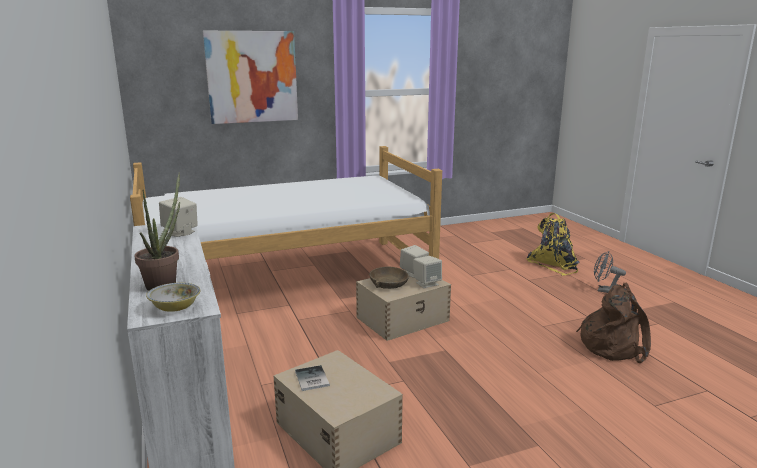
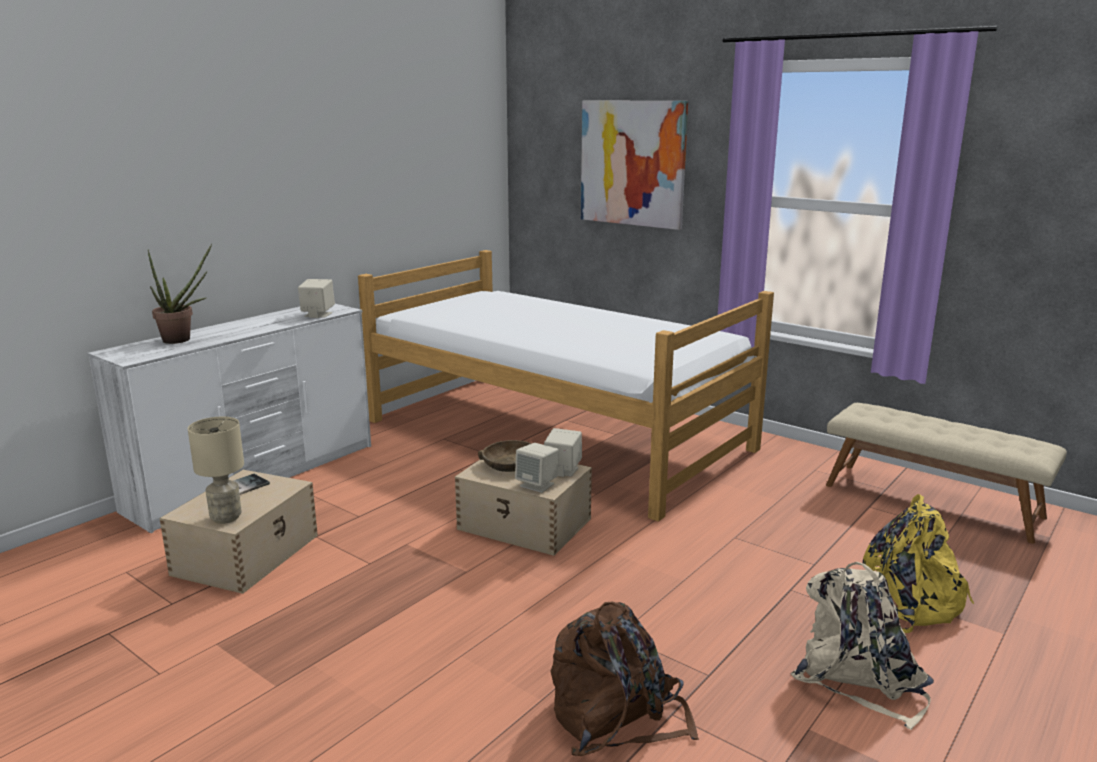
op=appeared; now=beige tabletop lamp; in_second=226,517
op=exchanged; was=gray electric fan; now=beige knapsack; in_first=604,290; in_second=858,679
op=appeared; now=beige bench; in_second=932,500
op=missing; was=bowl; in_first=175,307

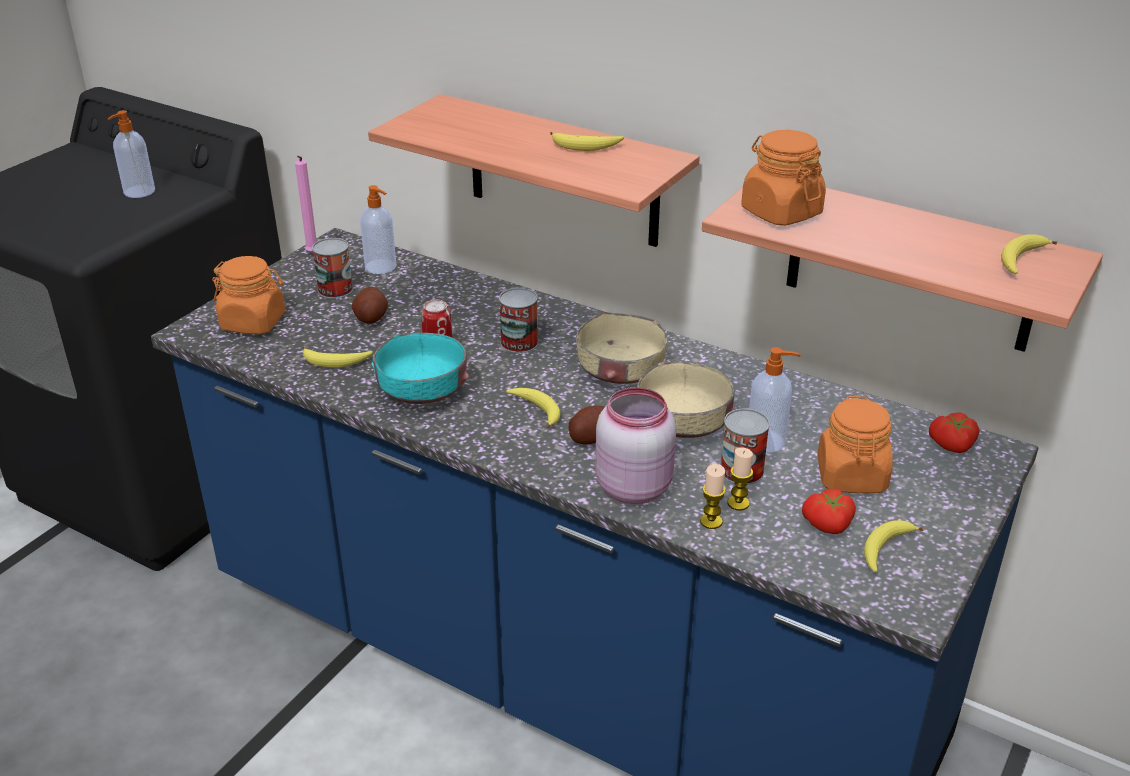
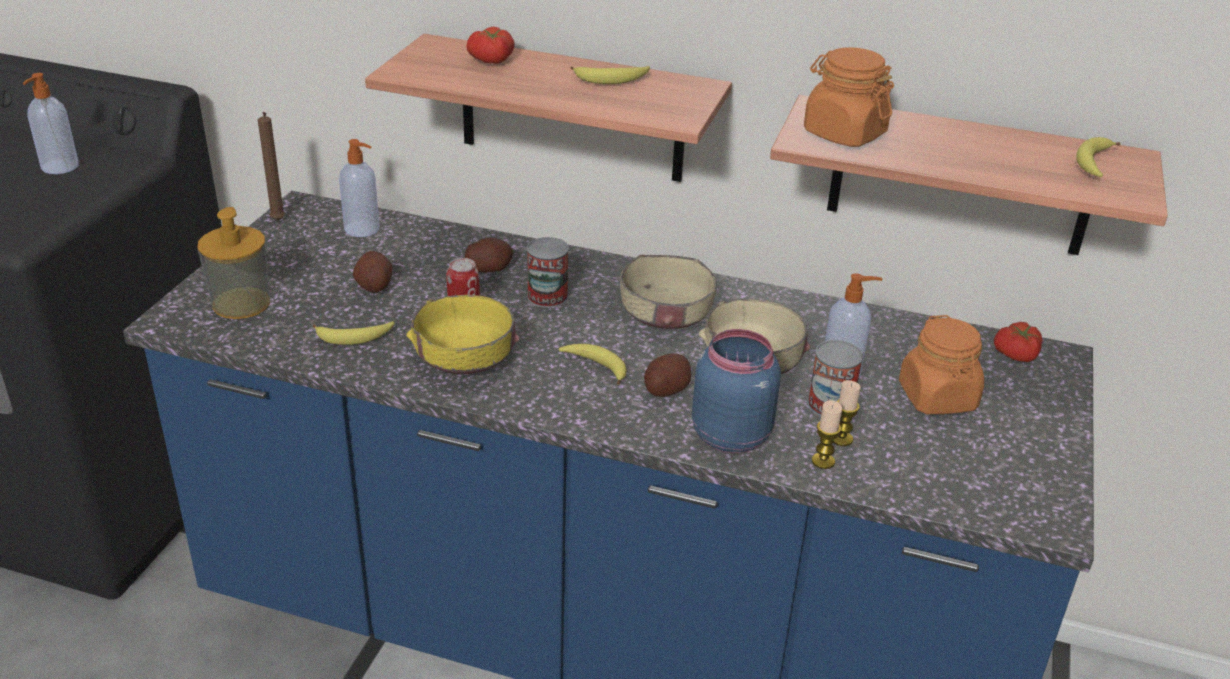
op=exchanged; was=orange-coloured preserve jar; now=soap bottle; in_first=253,322; in_second=241,303
op=colour; was=pink-coloured wax light; now=brownish wax light; in_first=312,254; in_second=278,221
op=colour; was=turquoise-coloured bowl; now=yellow-coloured bowl; in_first=423,391; in_second=465,359
op=appeared; now=spud; in_second=489,269
op=relocated; was=tomato; in_first=828,525; in_second=492,61
op=colour; was=pink-coloured preserve jar; now=bluish preserve jar; in_first=633,486; in_second=730,434
op=missing; was=sealed can; in_first=335,289
op=missing; was=whole banana; in_first=885,550

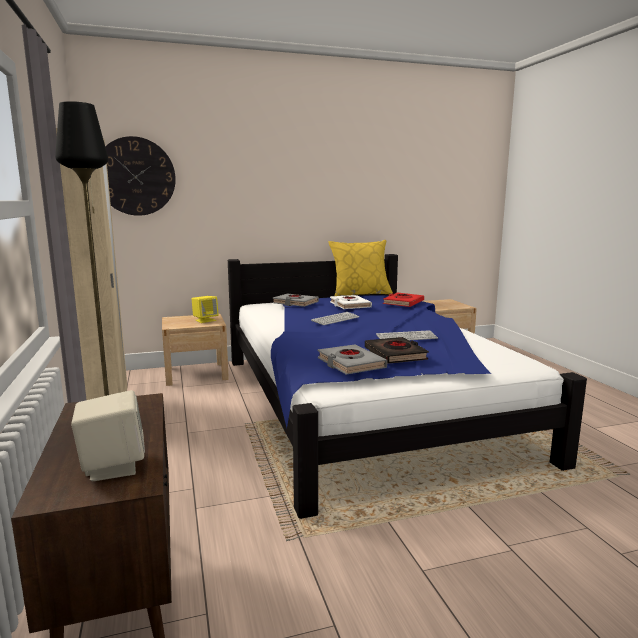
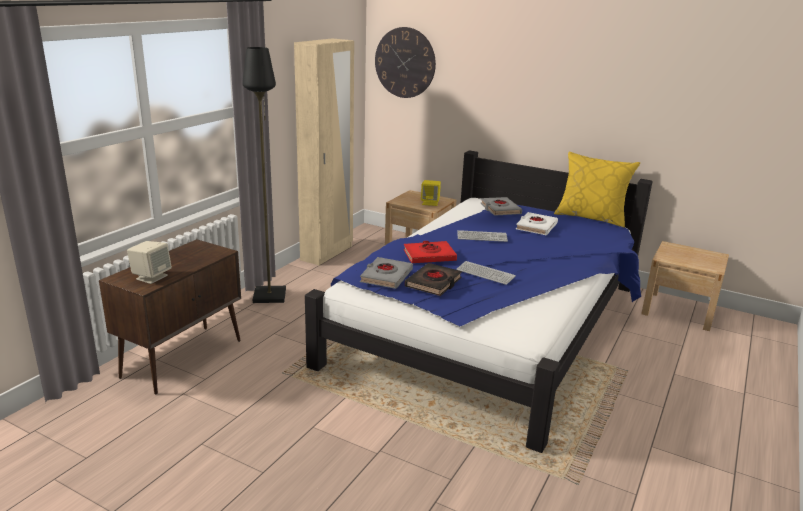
op=relocated; was=red-coloured bound book; in_first=403,303; in_second=429,256

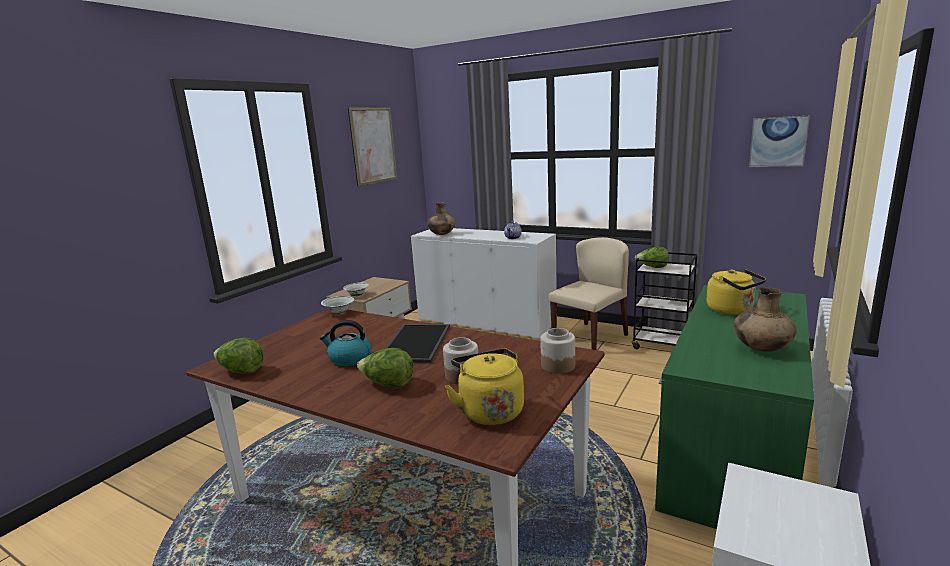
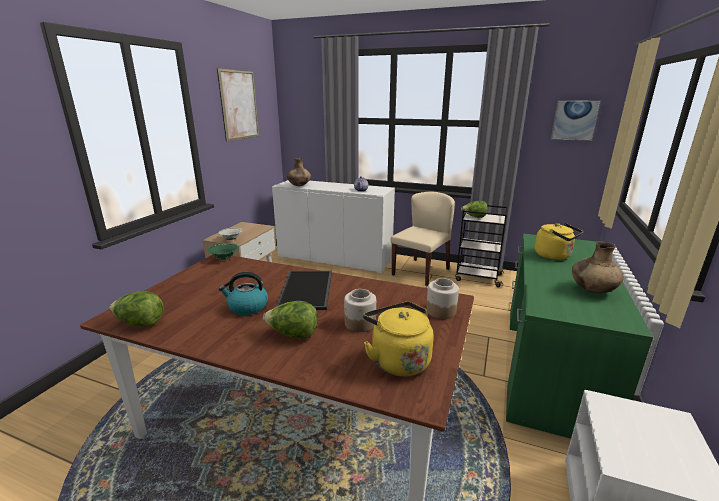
op=colour; was=whitish bowl; now=green bowl; in_first=339,312; in_second=224,259

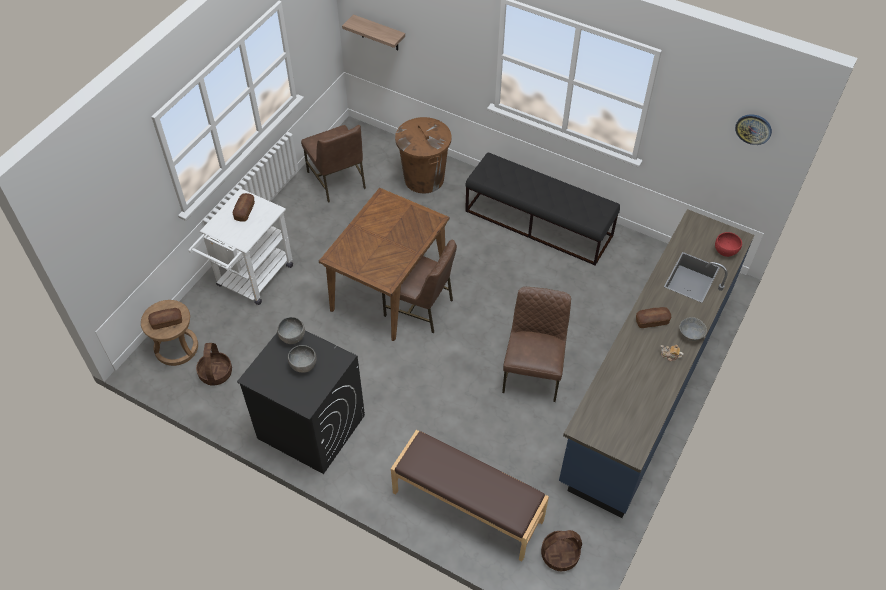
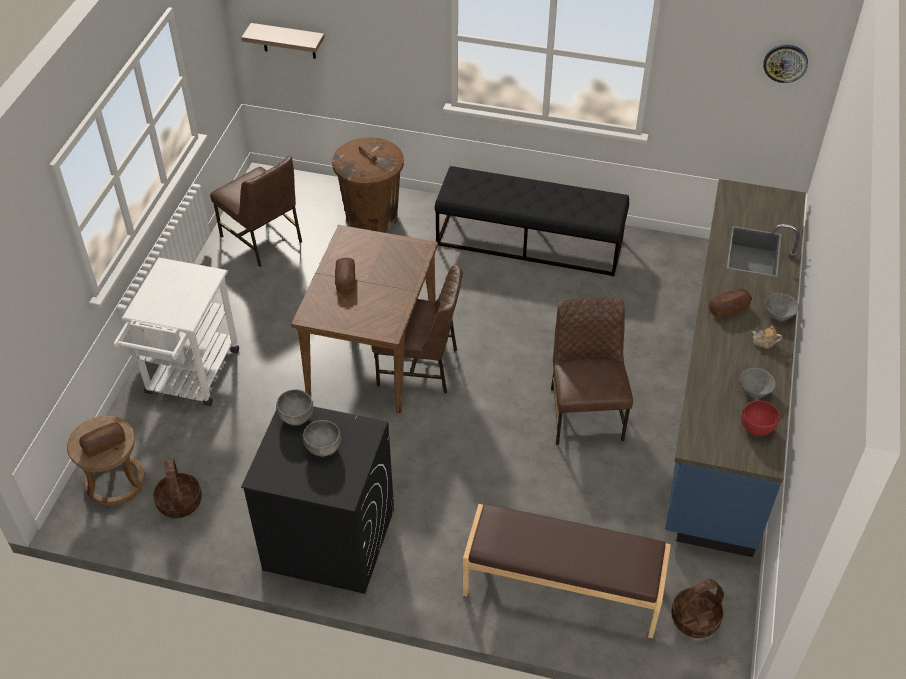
op=relocated; was=bakery bread; in_first=244,211; in_second=345,281
op=appeared; now=gray bowl; in_second=754,391
op=relocated; was=red-coloured bowl; in_first=725,251; in_second=757,428

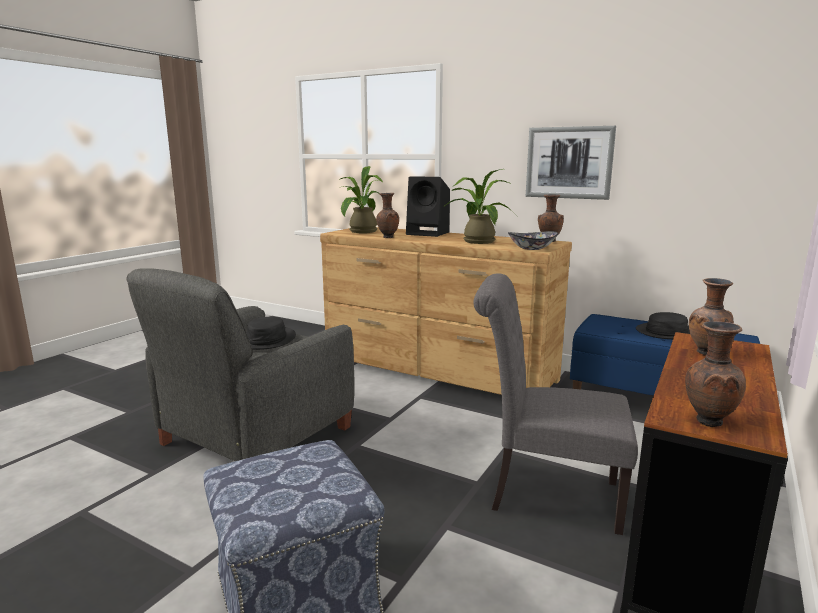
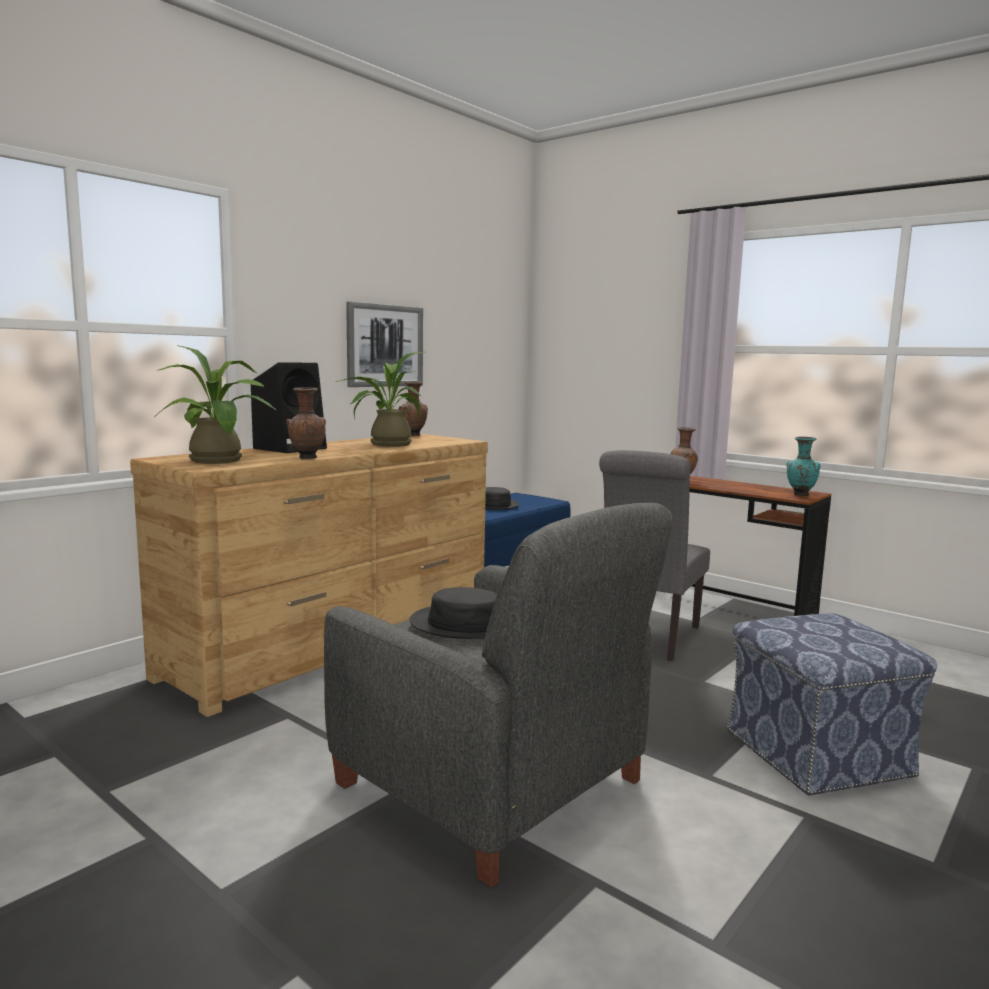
op=colour; was=brownish decorative vase; now=turquoise-coloured decorative vase; in_first=707,421; in_second=800,495
op=missing; was=bowl; in_first=531,248

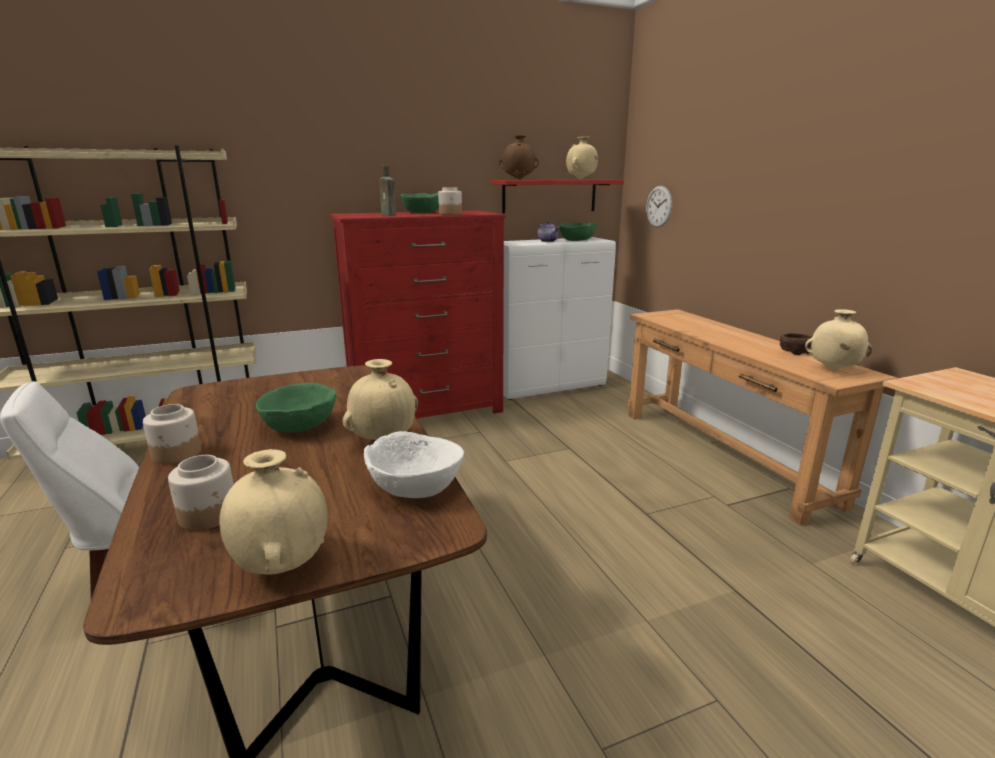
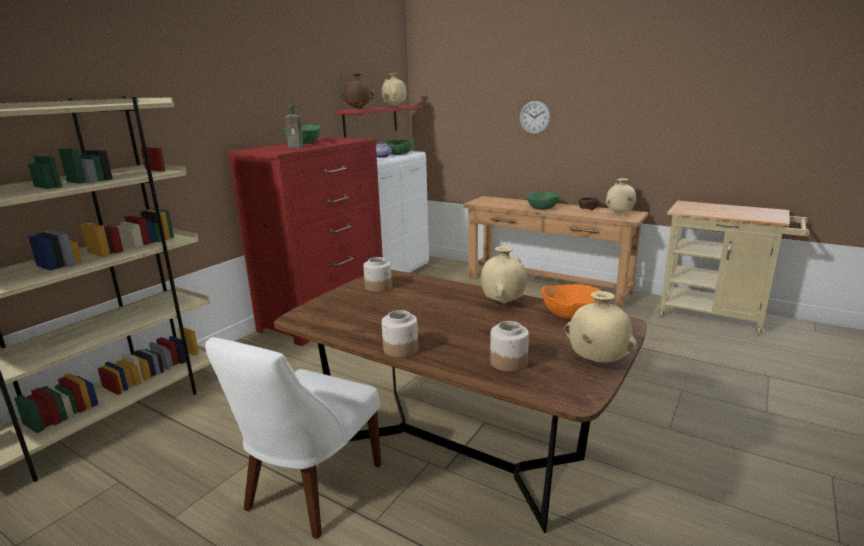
op=relocated; was=preserve jar; in_first=450,214; in_second=378,287
op=relocated; was=hanging clock; in_first=659,206; in_second=534,117
op=relocated; was=green bowl; in_first=299,425; in_second=542,208
op=colour; was=whitish bowl; now=orange-coloured bowl; in_first=415,486; in_second=570,314

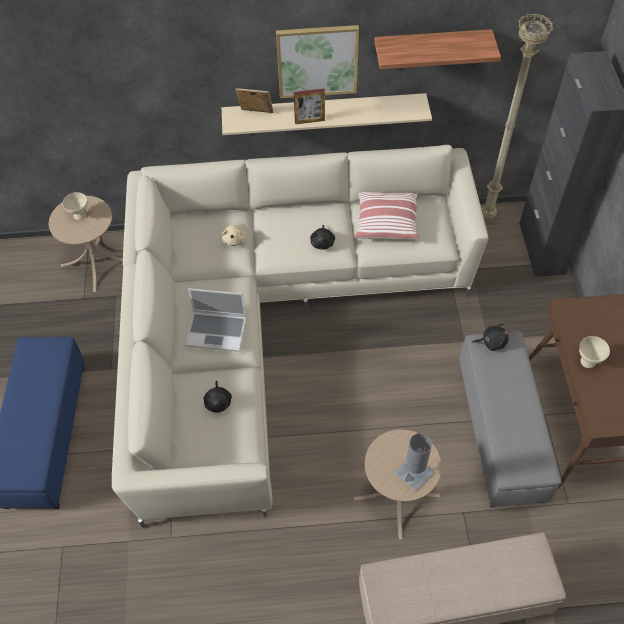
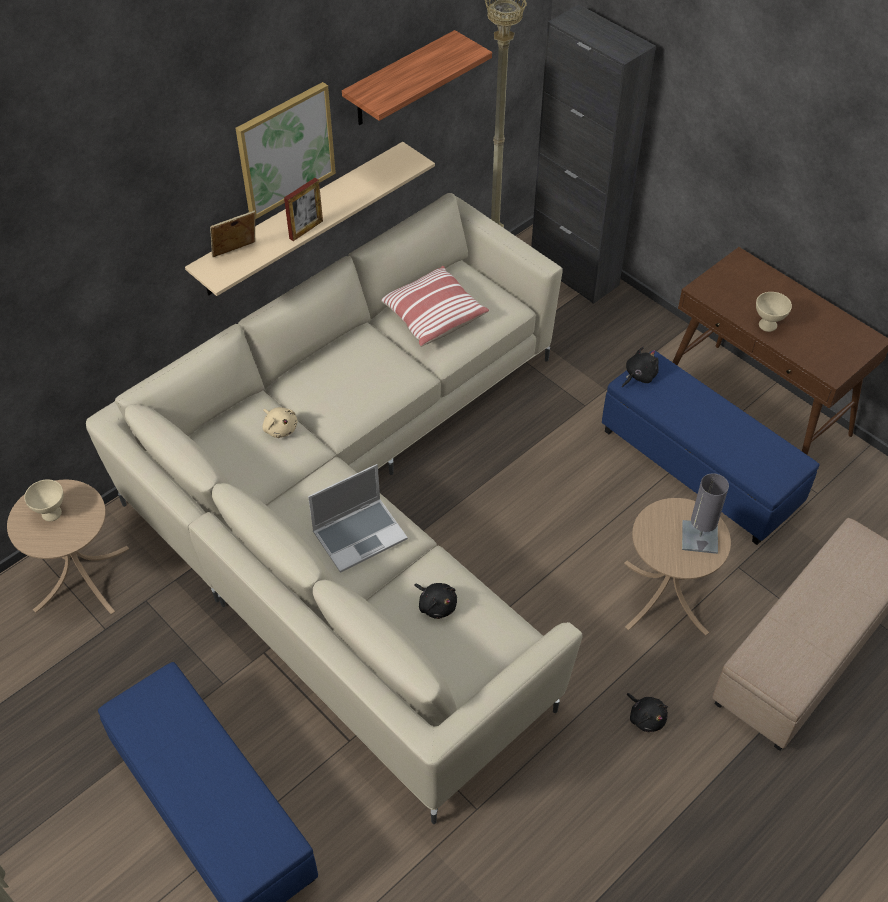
op=colour; was=gray ottoman; now=bluish ottoman; in_first=499,430; in_second=698,468
op=relocated; was=black cuddly toy; in_first=322,242; in_second=646,717

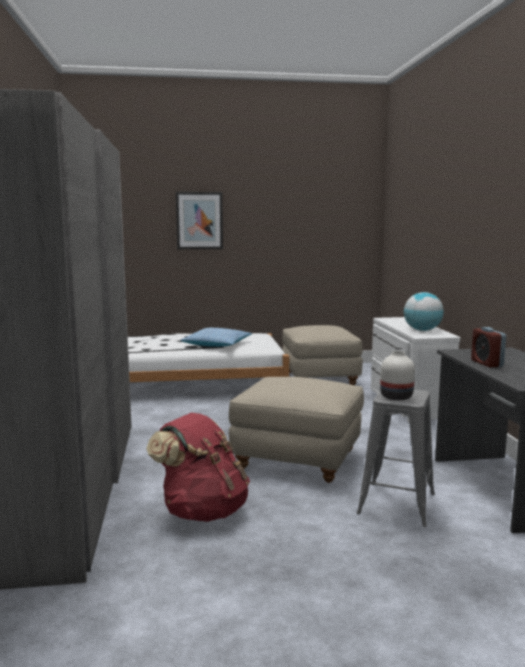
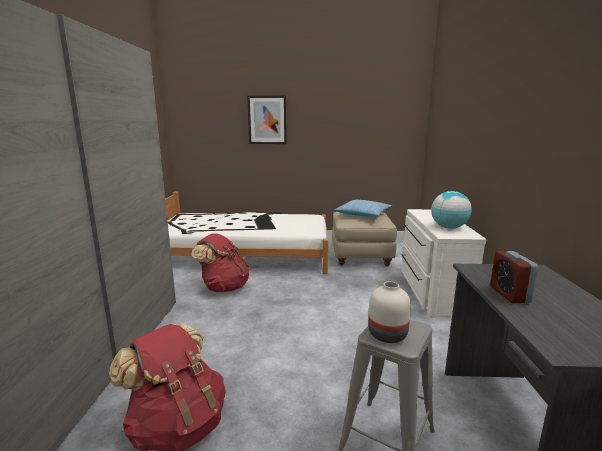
op=appeared; now=red-coloured knapsack; in_second=223,287
op=relocated; was=pillow; in_first=217,345; in_second=363,214
op=missing; was=beige ottoman; in_first=298,459

